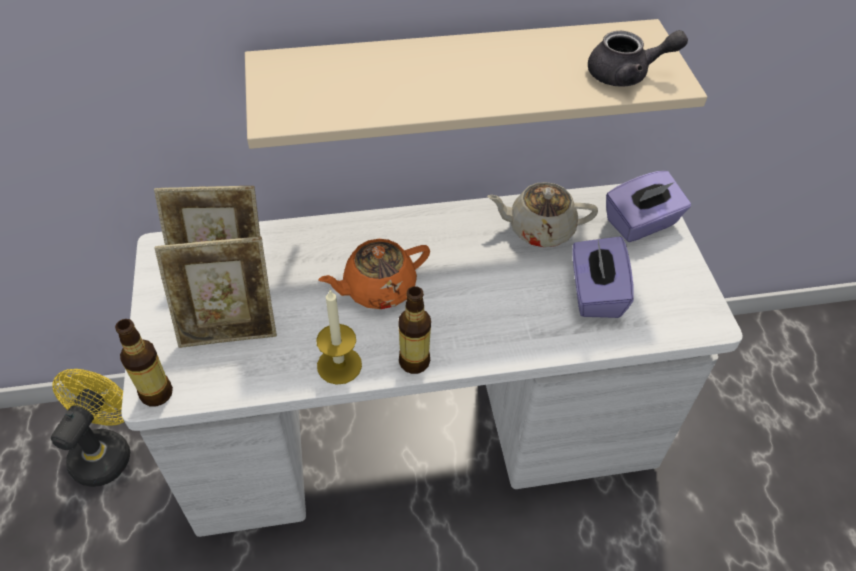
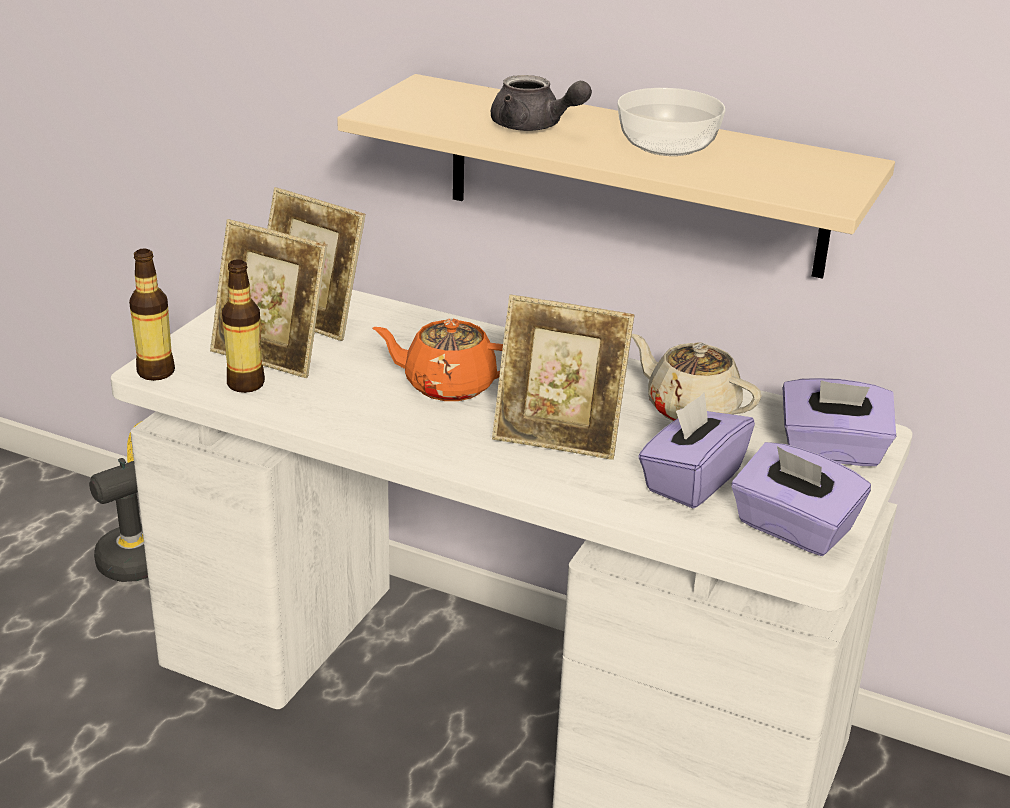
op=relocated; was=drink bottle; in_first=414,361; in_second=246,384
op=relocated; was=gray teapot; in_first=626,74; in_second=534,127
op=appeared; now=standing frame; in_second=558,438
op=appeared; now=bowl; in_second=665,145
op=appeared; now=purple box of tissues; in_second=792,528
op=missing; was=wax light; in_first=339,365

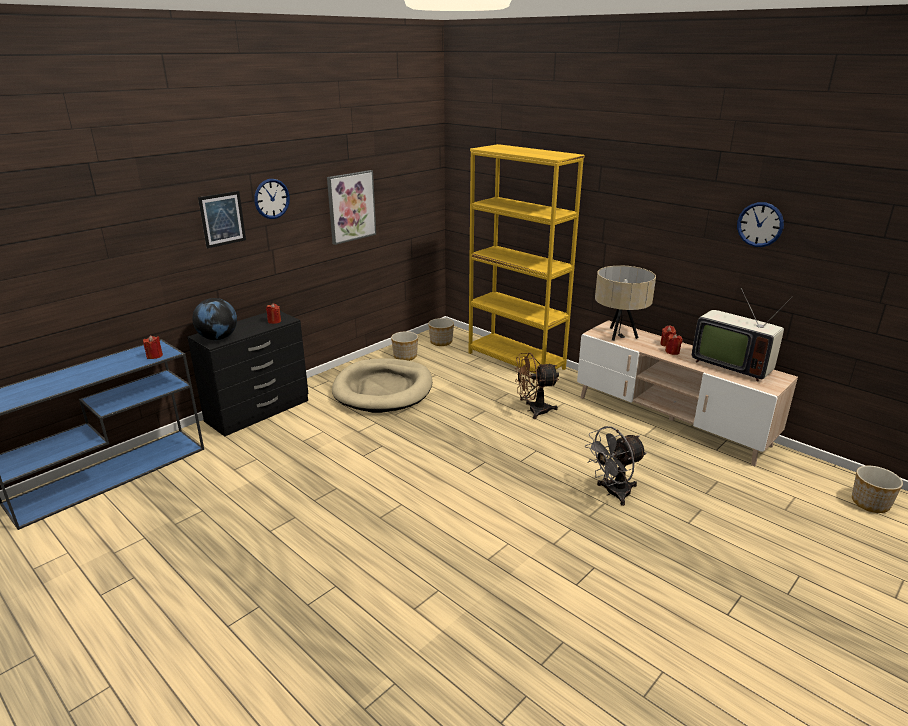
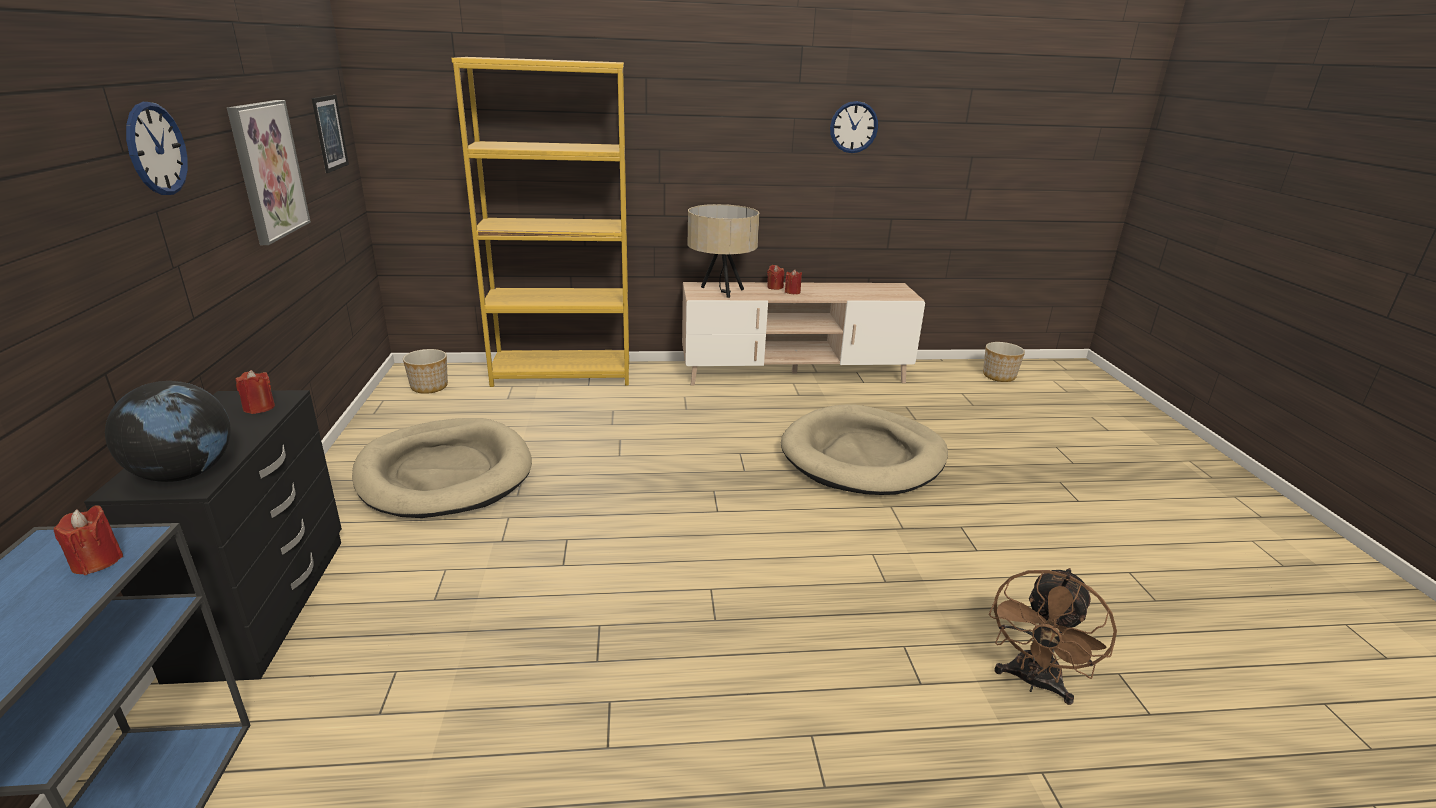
op=relocated; was=wall picture; in_first=222,219; in_second=330,133
op=exchanged; was=gray electric fan; now=beige dog cushion; in_first=612,493; in_second=863,456
op=relocated; was=brownish electric fan; in_first=533,410; in_second=1033,683
op=missing; was=plant pot; in_first=405,356
op=missing; was=TV set; in_first=731,365

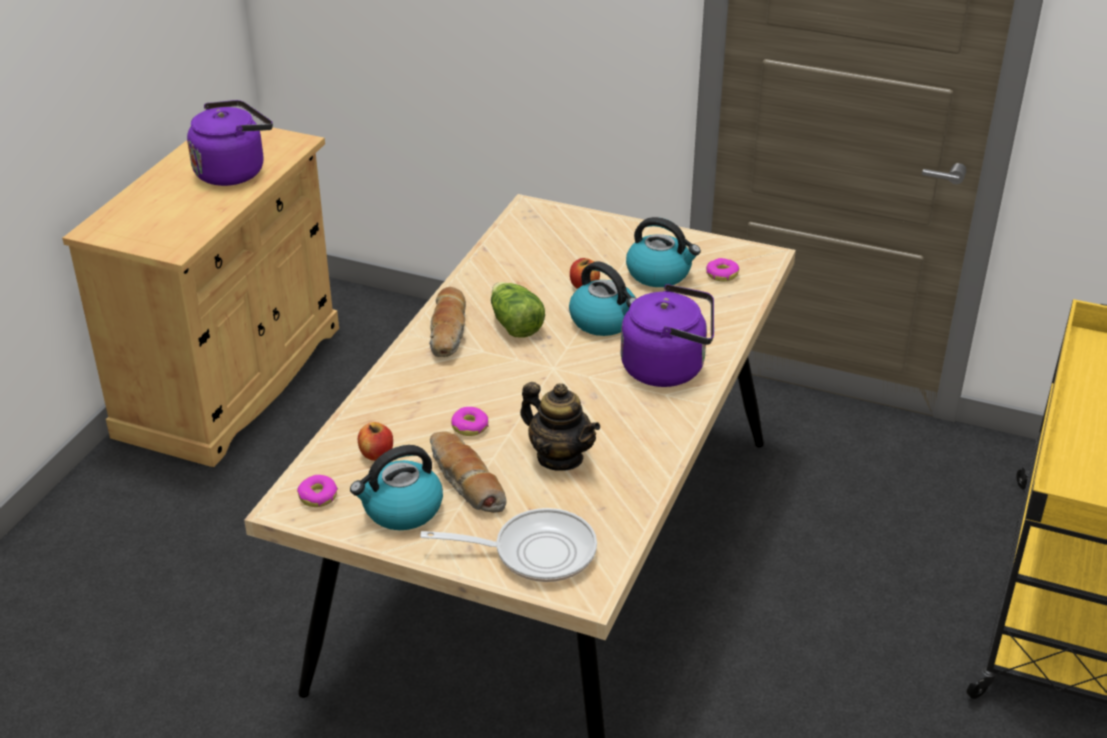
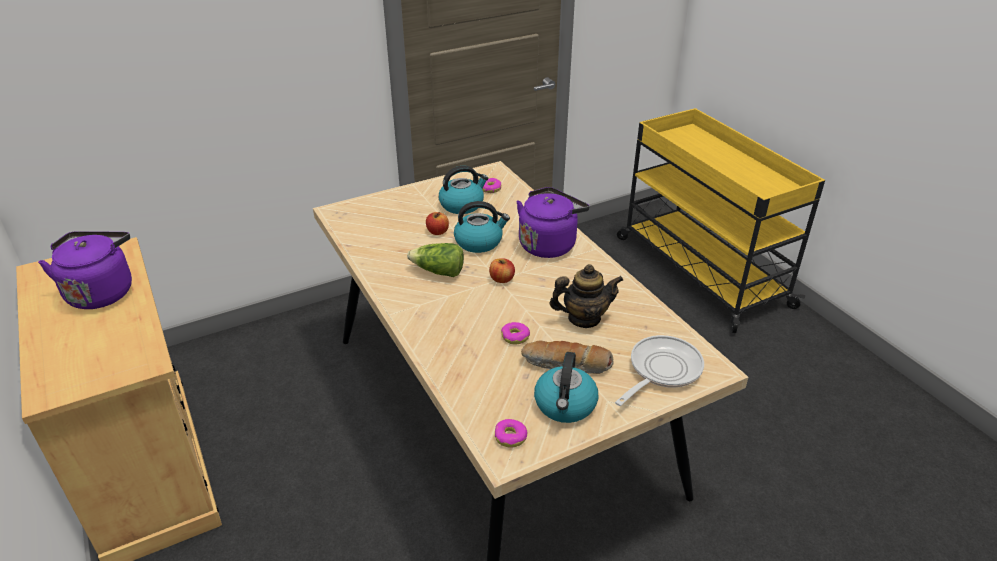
op=relocated; was=apple fruit; in_first=376,454; in_second=502,279
op=missing; was=bakery bread; in_first=449,332

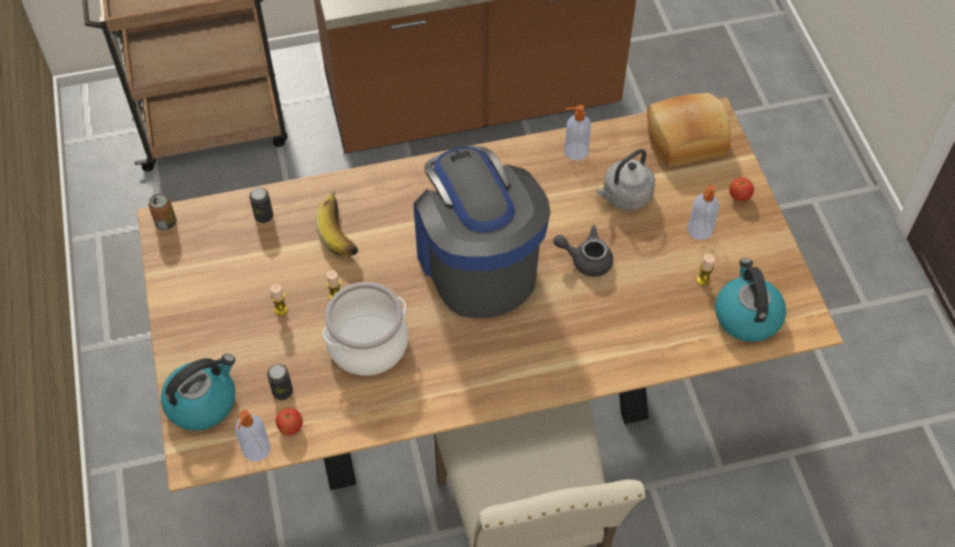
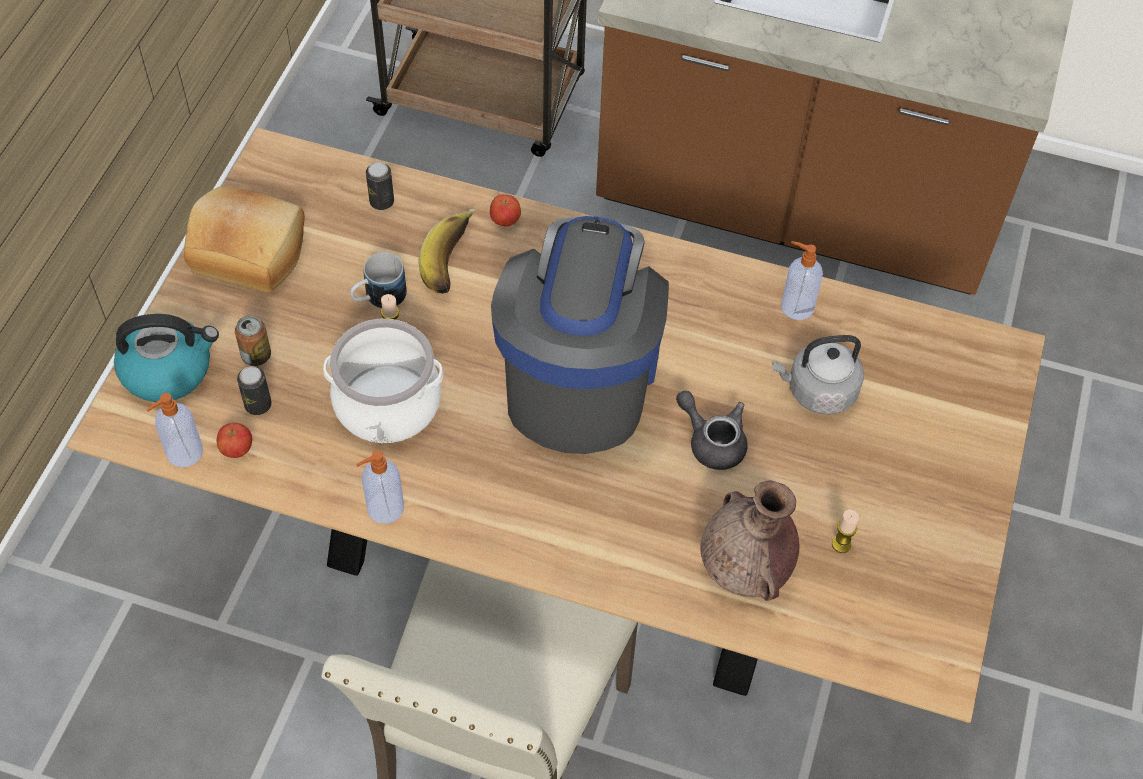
op=relocated; was=bakery bread; in_first=685,138; in_second=250,250
op=relocated; was=sealed can; in_first=166,223; in_second=256,355
op=appeared; now=tea mug; in_second=378,298
op=relocated; was=soap bottle; in_first=699,231; in_second=384,509
op=relocated; was=apple fruit; in_first=739,196; in_second=505,221
op=appeared; now=brownish decorative vase; in_second=745,570
op=missing; was=wax light; in_first=281,310
op=missing; was=tea kettle; in_first=746,316

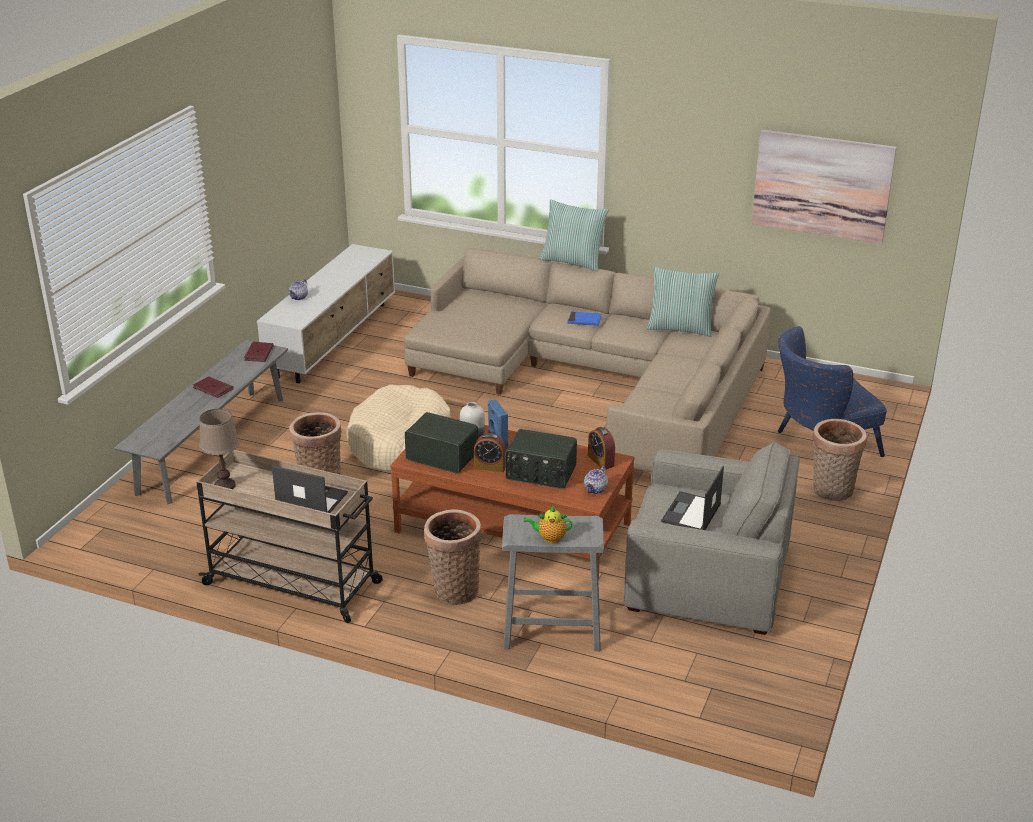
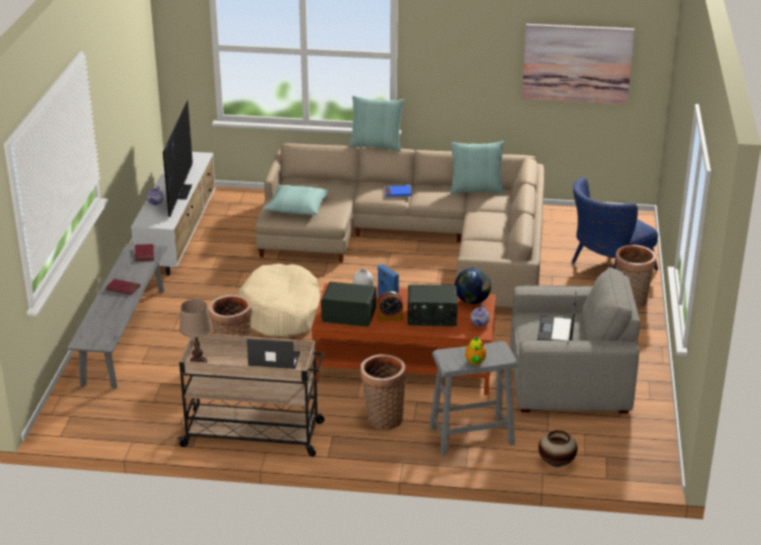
op=appeared; now=TV set; in_second=180,191
op=appeared; now=pillow; in_second=297,207
op=exchanged; was=alarm clock; now=world globe; in_first=601,461; in_second=472,301
op=spun; was=teapot; in_first=549,538; in_second=475,362; clockwise=-75
op=appeared; now=decorative vase; in_second=556,462

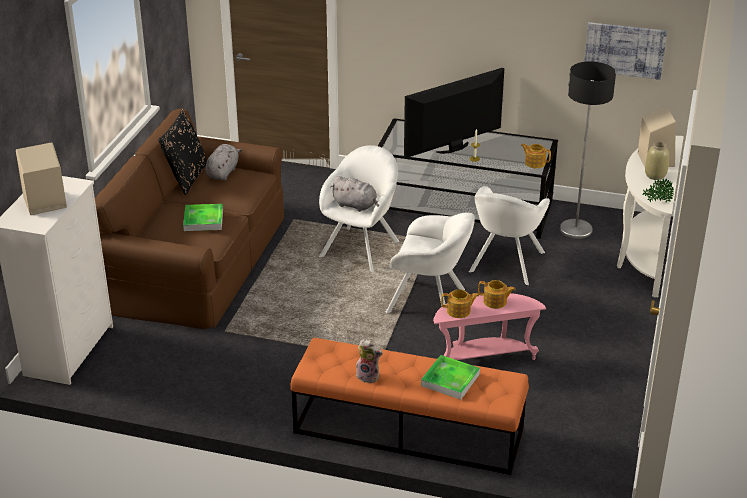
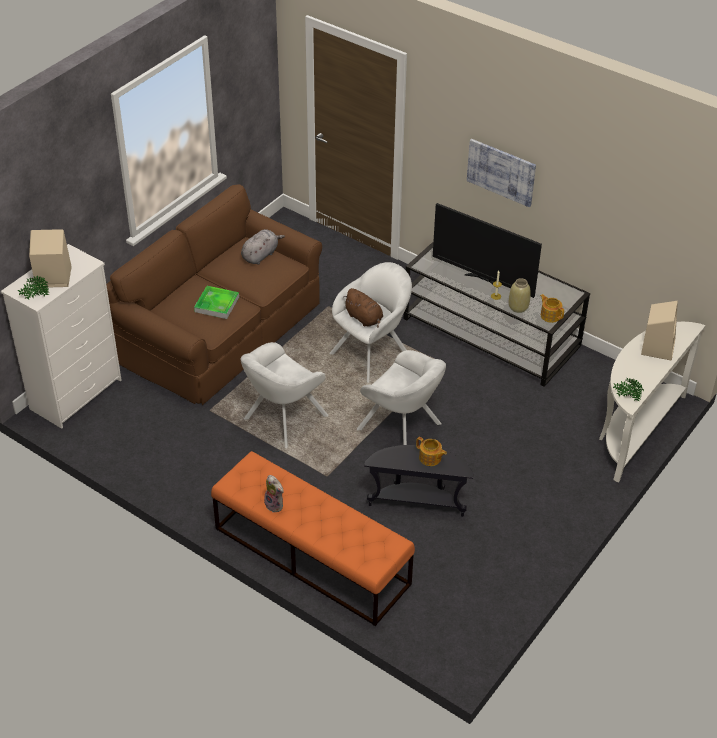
op=appeared; now=potted plant; in_second=35,297
op=relocated; was=whitish easy chair; in_first=505,264; in_second=282,420
op=colour; was=gray cuddly toy; now=brownish cuddly toy; in_first=356,205; in_second=365,319
op=colour; was=pink-coloured end table; now=black end table; in_first=483,358; in_second=417,501
op=spun; was=TV set; in_first=454,149; in_second=483,279; clockwise=-135
op=relocated; was=wall picture; in_first=624,50; in_second=501,172
op=relocated; was=beige decorative vase; in_first=655,175; in_second=518,307
op=missing; was=black pillow; in_first=186,177
op=missing; was=serving tray; in_first=450,380
op=missing; was=teapot; in_first=459,311
op=missing; was=standing lamp; in_first=576,229

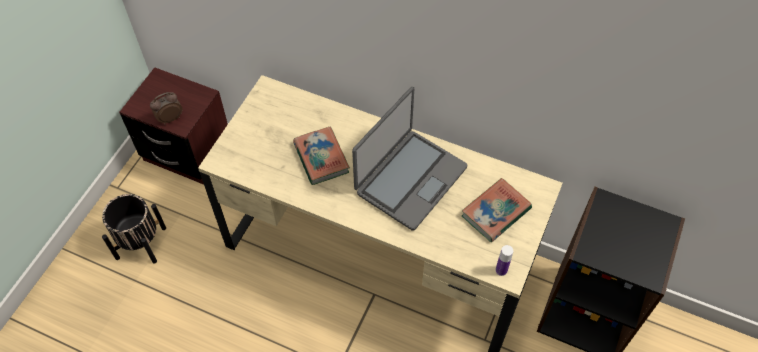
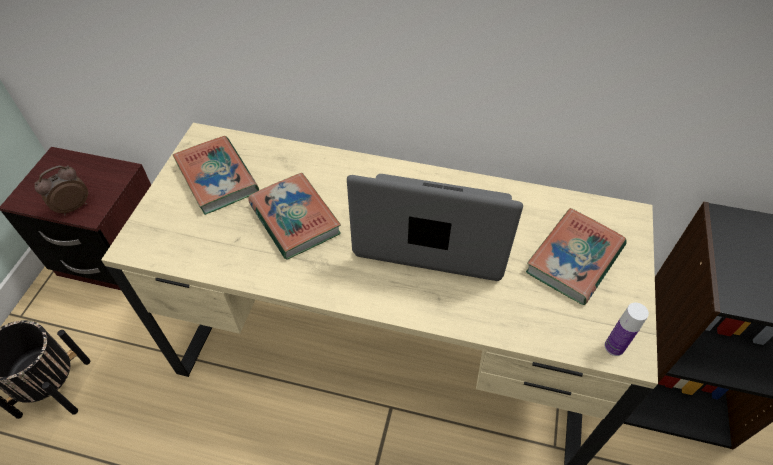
op=appeared; now=bound book; in_second=217,178
op=spun; was=notebook computer; in_first=410,179; in_second=434,230; clockwise=-105

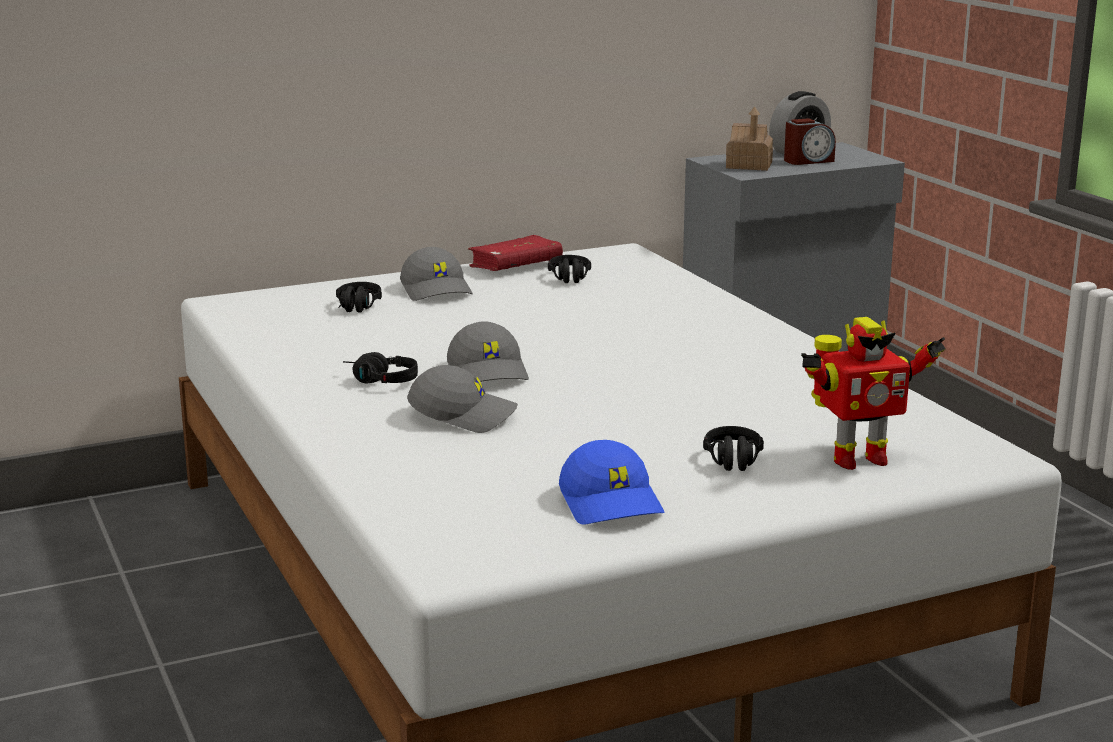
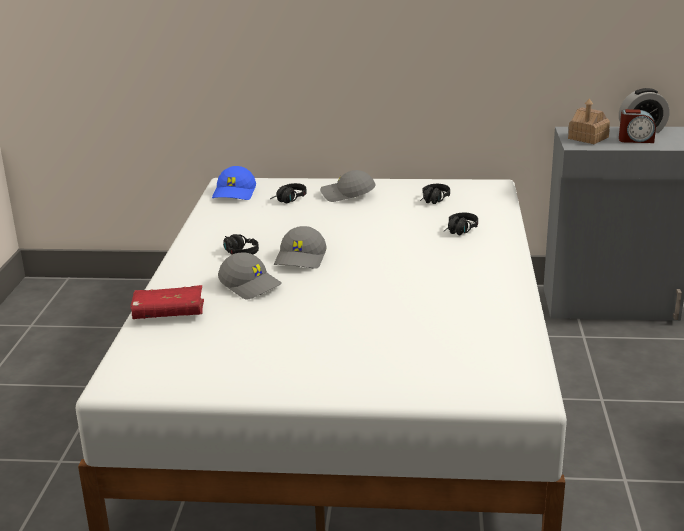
op=relocated; was=red-coloured bound book; in_first=516,266; in_second=168,312
op=relocated; was=bluish cap; in_first=612,503; in_second=235,193
op=spun; was=gray cap; in_first=437,290; in_second=347,195; clockwise=90
op=relocated; was=black pair of headphones; in_first=733,464; in_second=459,231
op=missing; was=robot figure; in_first=856,459

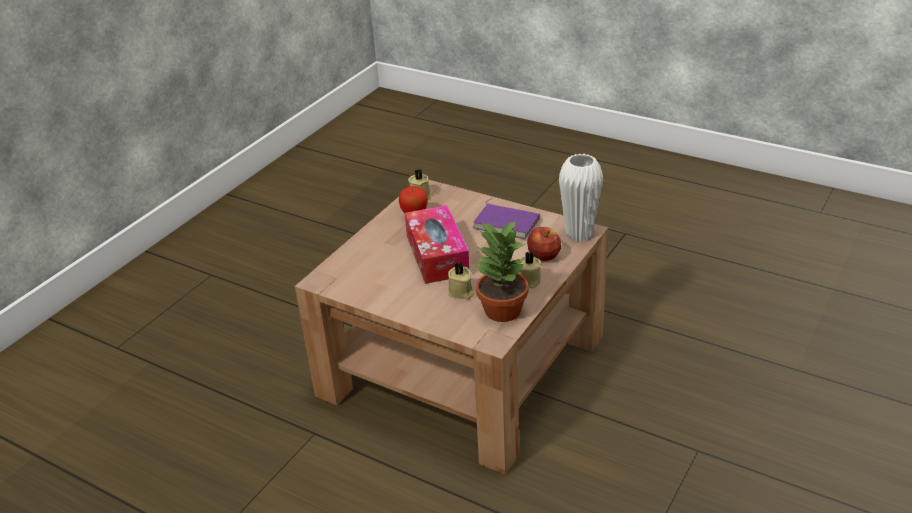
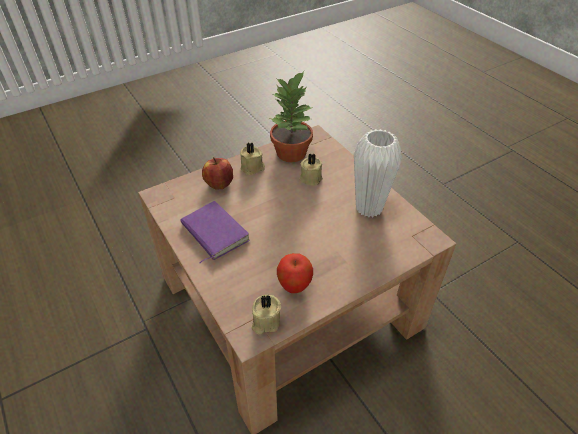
op=relocated; was=whitish decorative vase; in_first=579,234; in_second=369,208
op=missing; was=box of tissues; in_first=437,255

